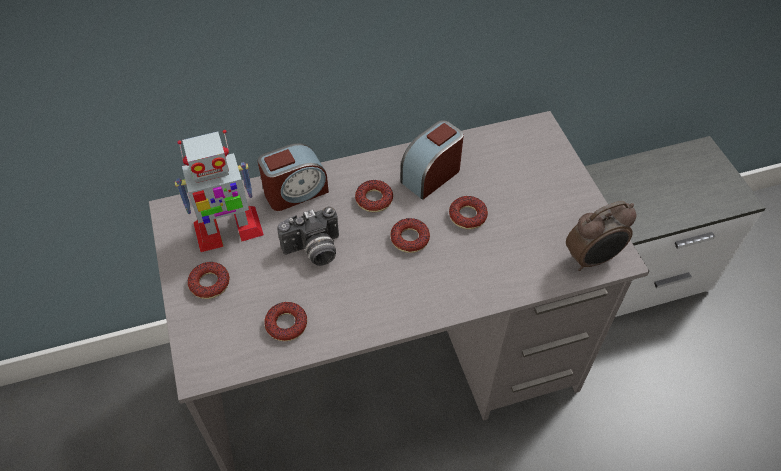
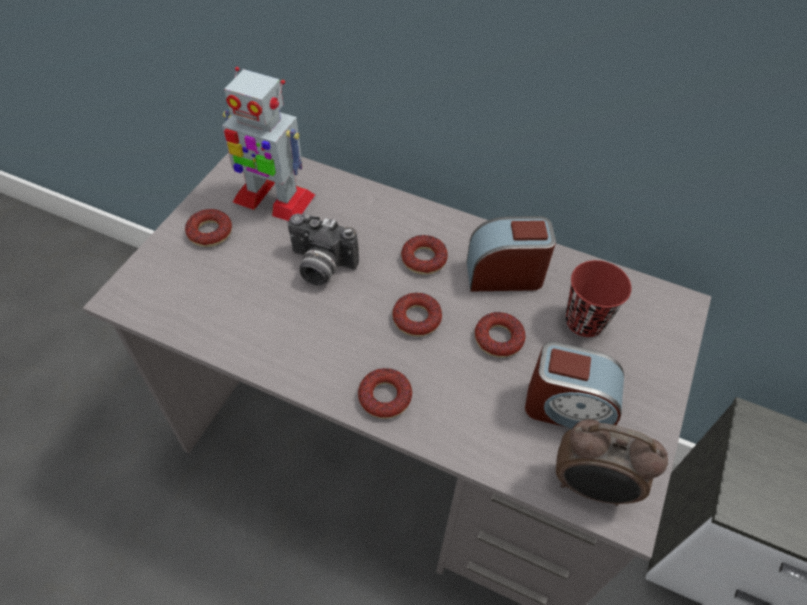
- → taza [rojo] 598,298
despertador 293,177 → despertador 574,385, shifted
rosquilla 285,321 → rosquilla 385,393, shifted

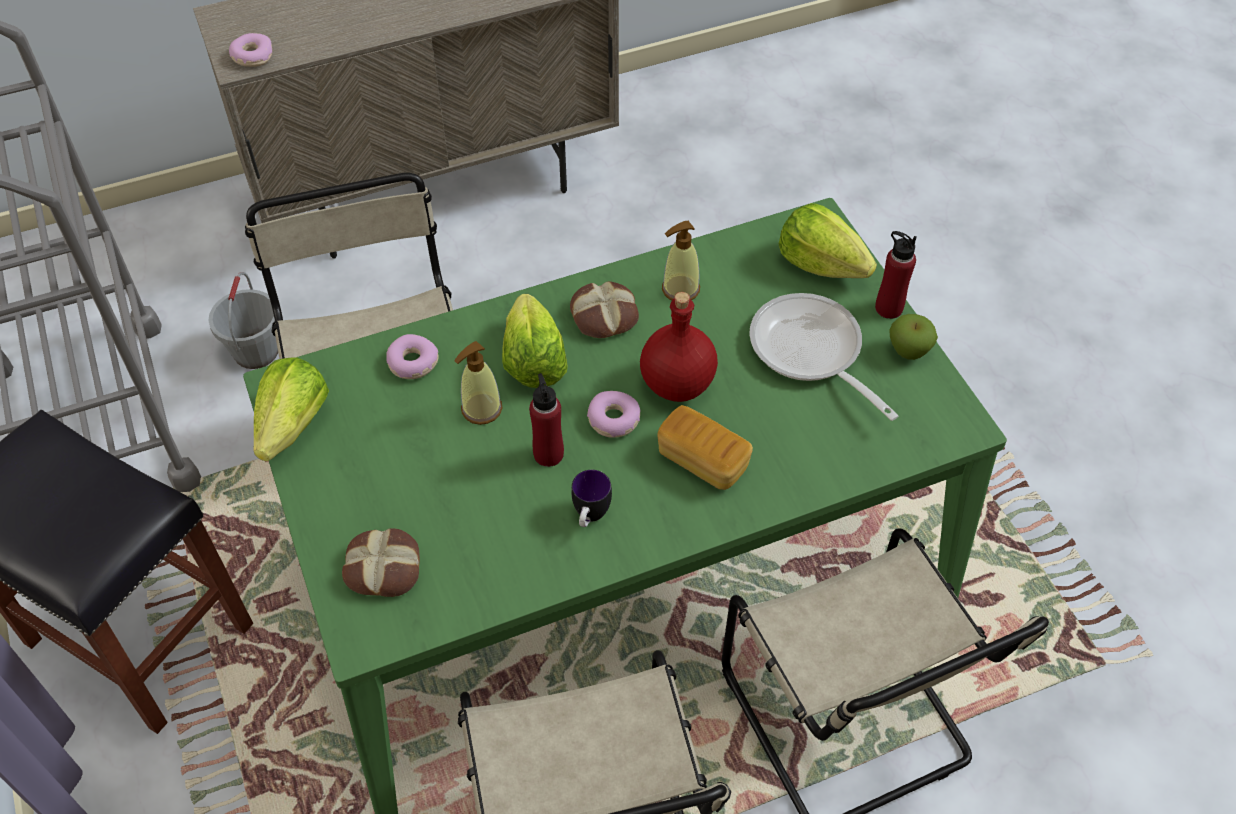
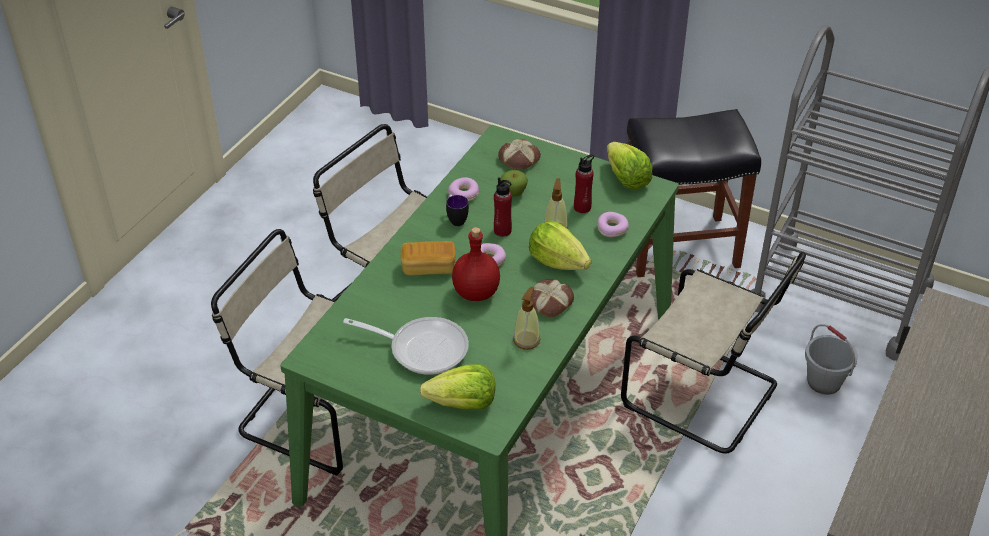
rosquilla 250,50 → rosquilla 463,189, shifted
botella [rojo] 896,275 → botella [rojo] 584,183, shifted
manzana 913,337 → manzana 514,183, shifted

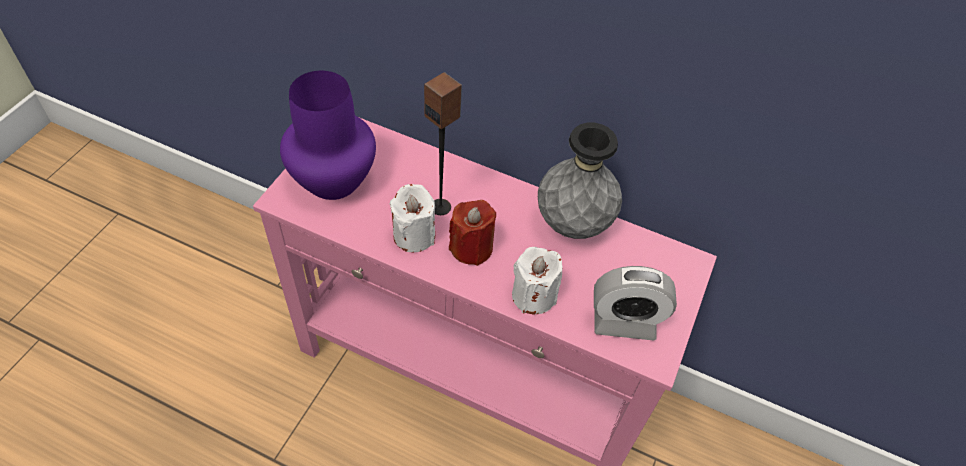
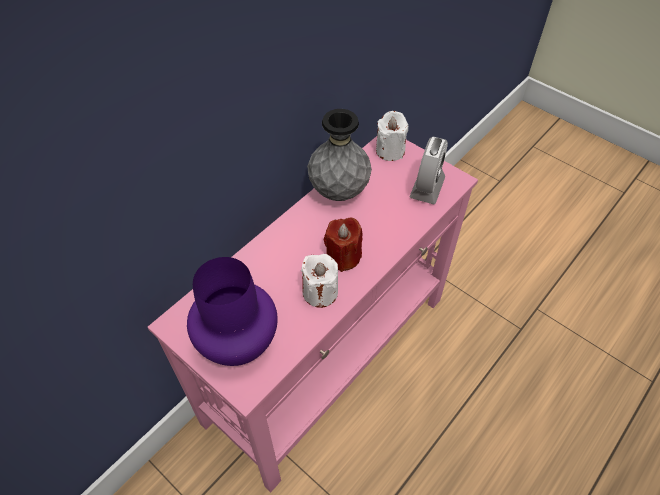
altavoz 443,143 → -
vela [blanco] 537,280 → vela [blanco] 392,136, shifted

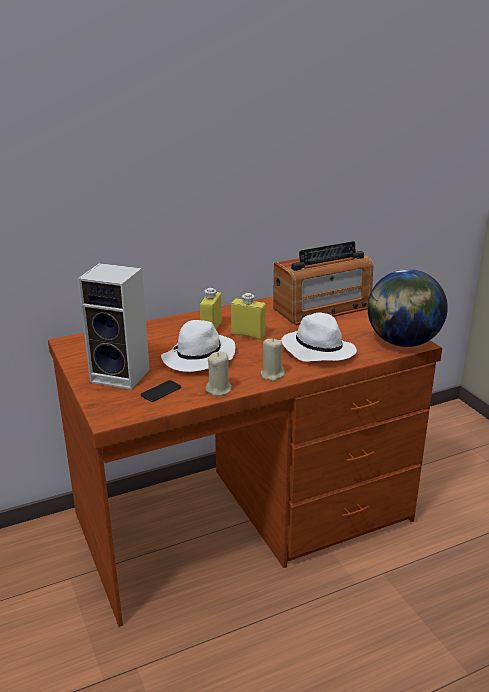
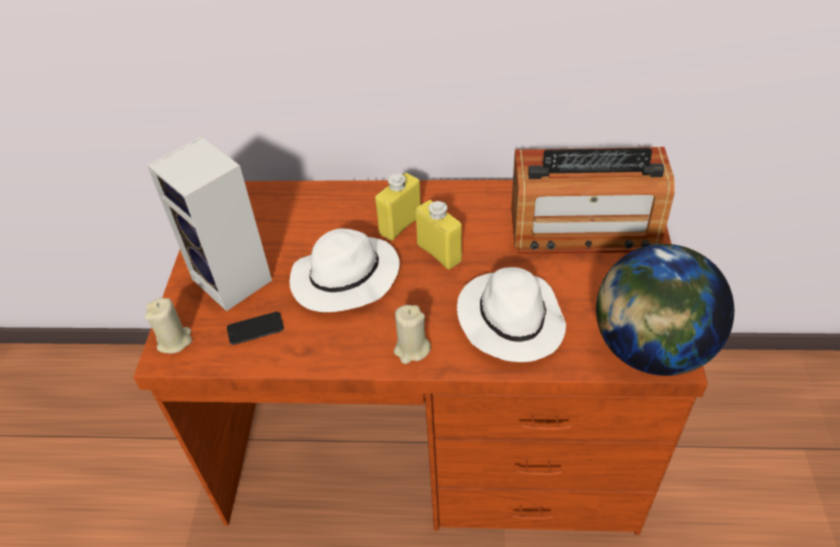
vela [beis] 219,373 → vela [beis] 168,326, shifted

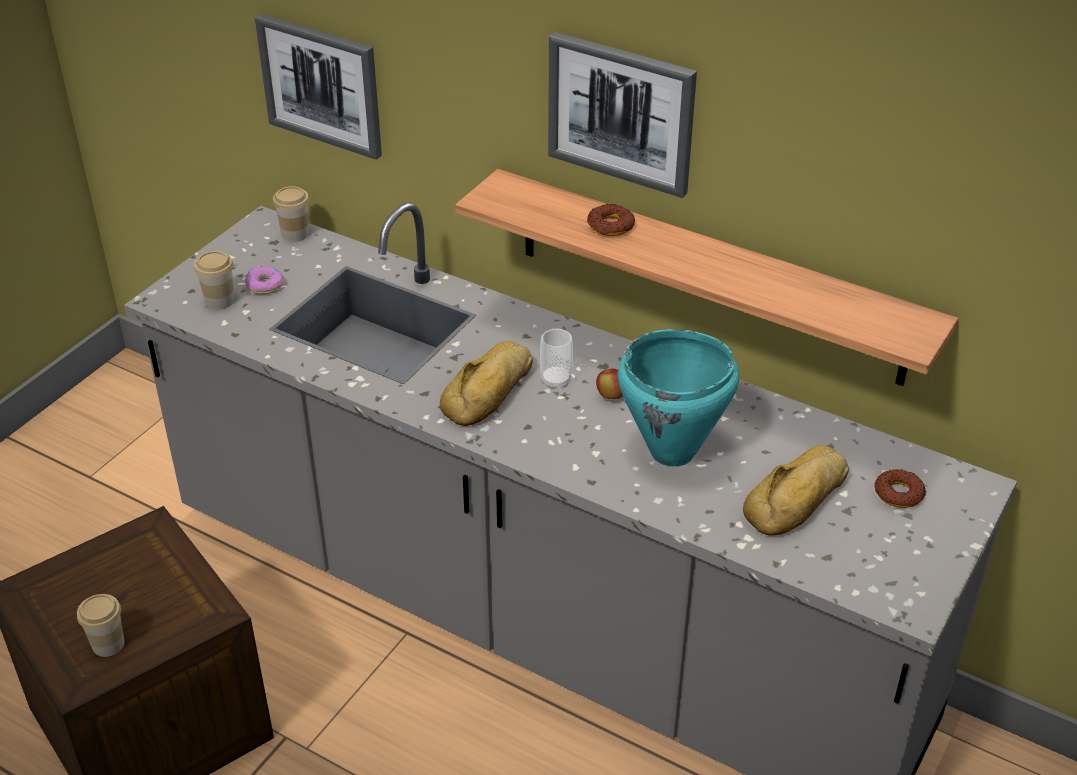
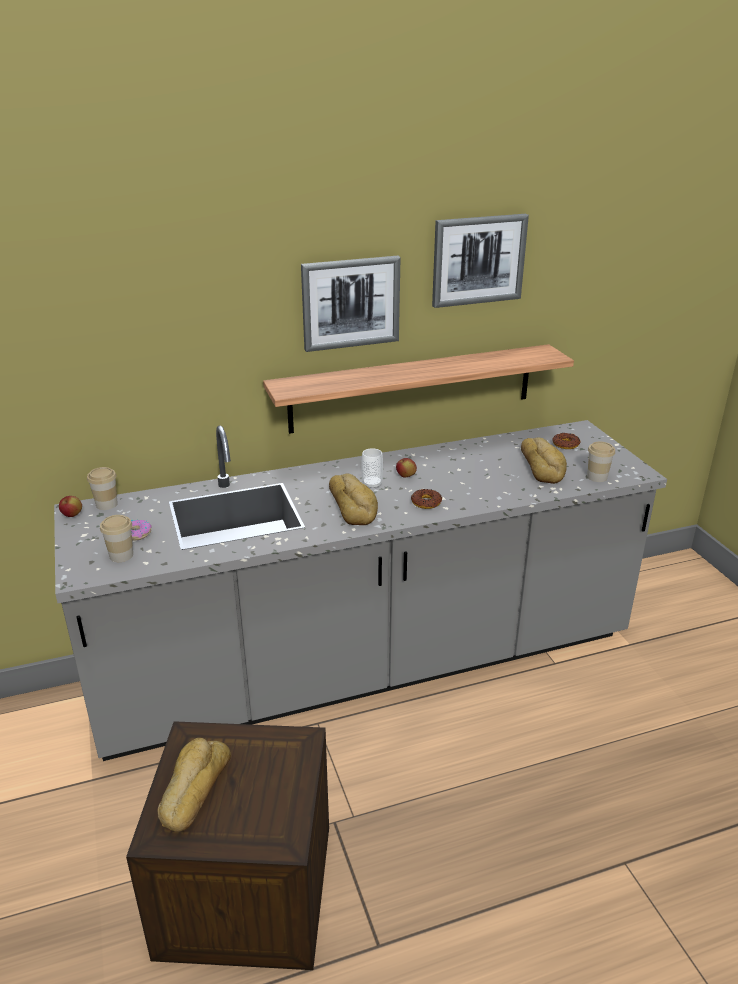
olla [turquesa] 678,398 → -
- → manzana 70,506
- → pan 194,785
taza 101,625 → taza 601,462, shifted
cuadro 318,87 → cuadro 480,261, shifted
rosquilla 611,220 → rosquilla 426,499, shifted

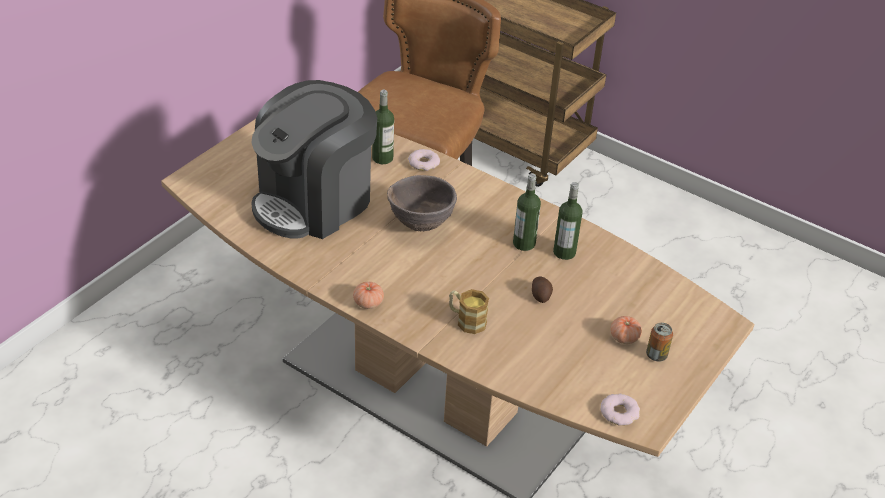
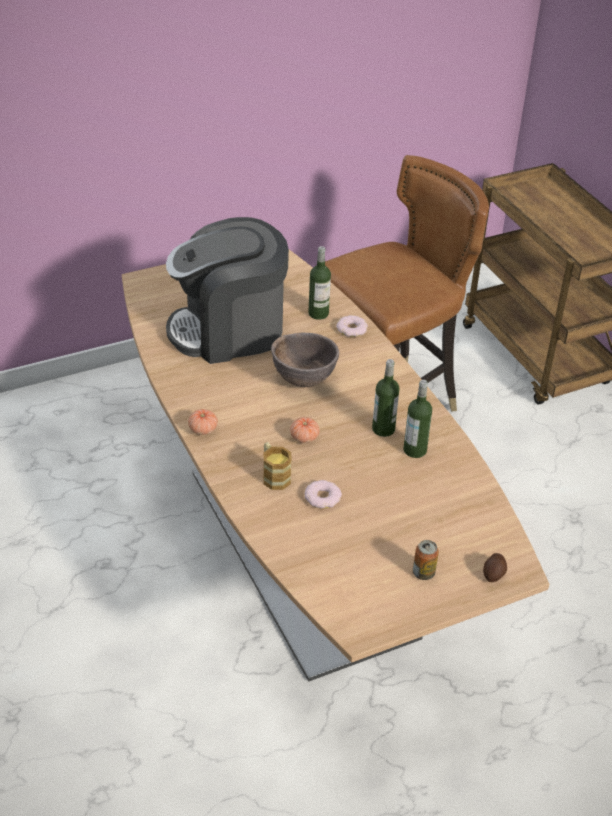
patata 542,290 → patata 495,567, shifted
rosquilla 620,410 → rosquilla 323,494, shifted
tomate 626,330 → tomate 305,430, shifted

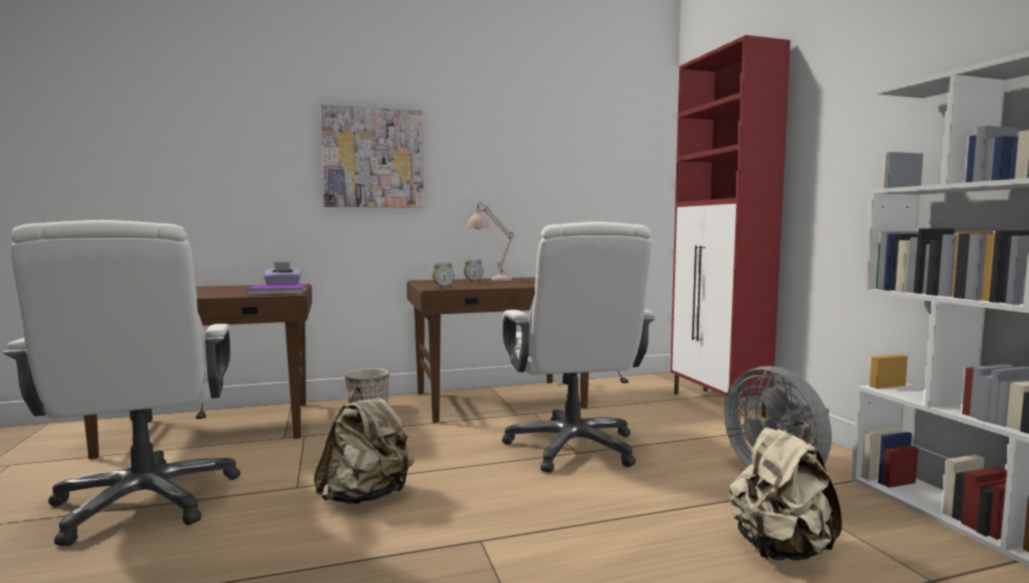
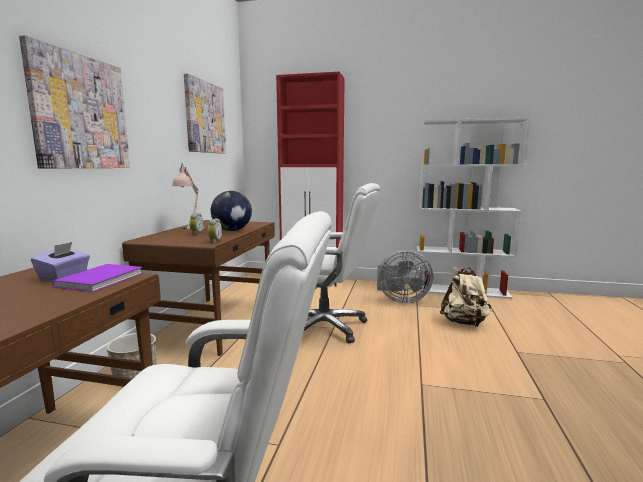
mochila [beis] 364,445 → -
- → cuadro 205,113
- → globo terráqueo 231,211

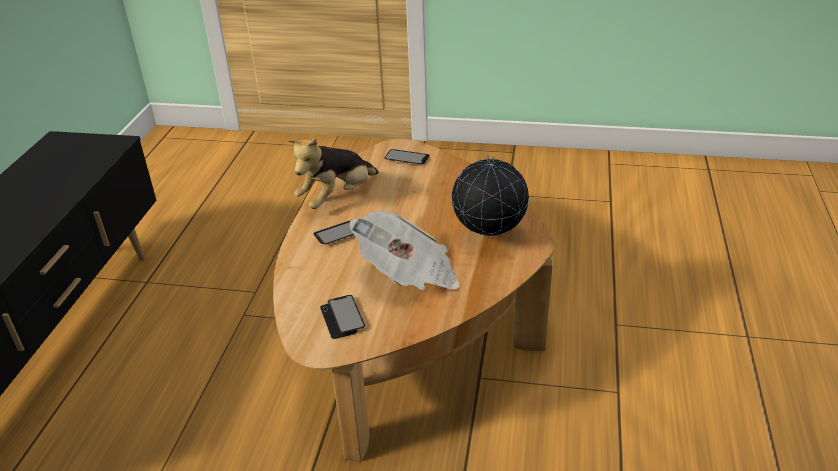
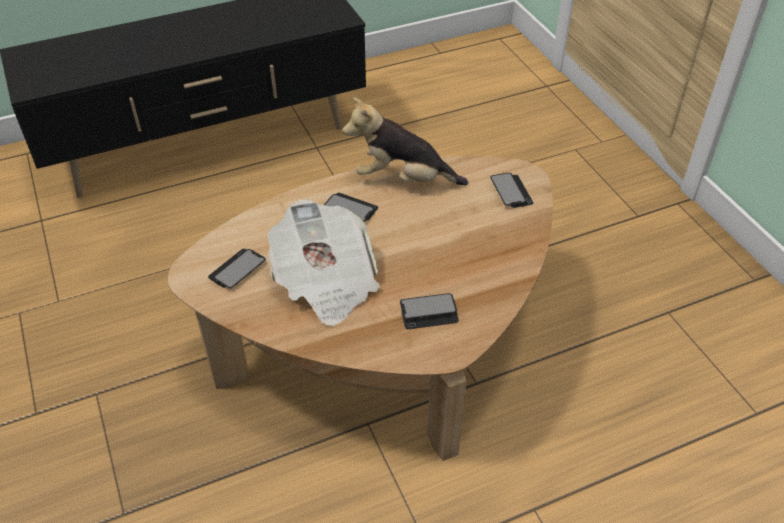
globo terráqueo 490,197 → móvil 429,311

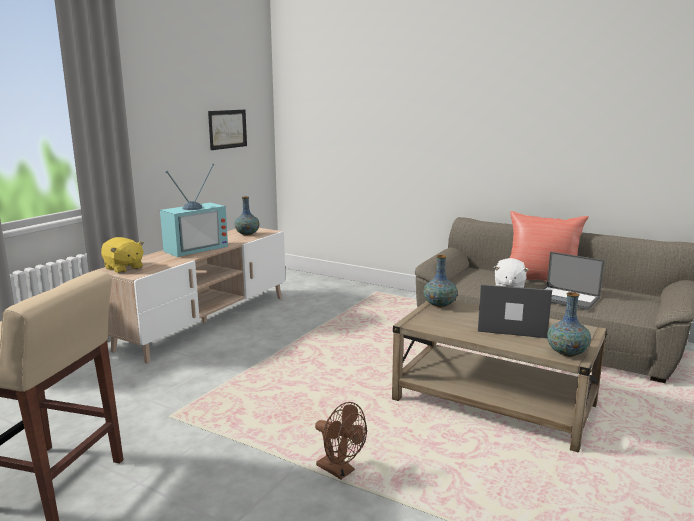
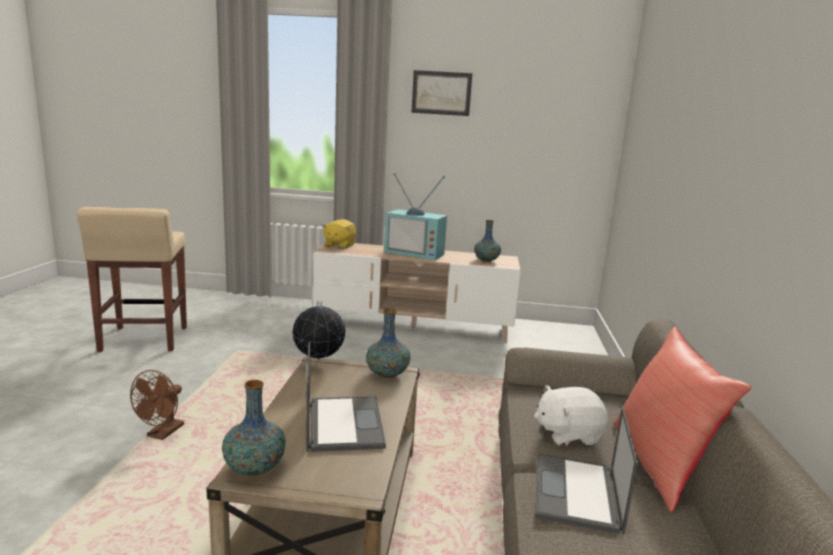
- → globo terráqueo 318,332
cuadro 227,130 → cuadro 441,93, shifted

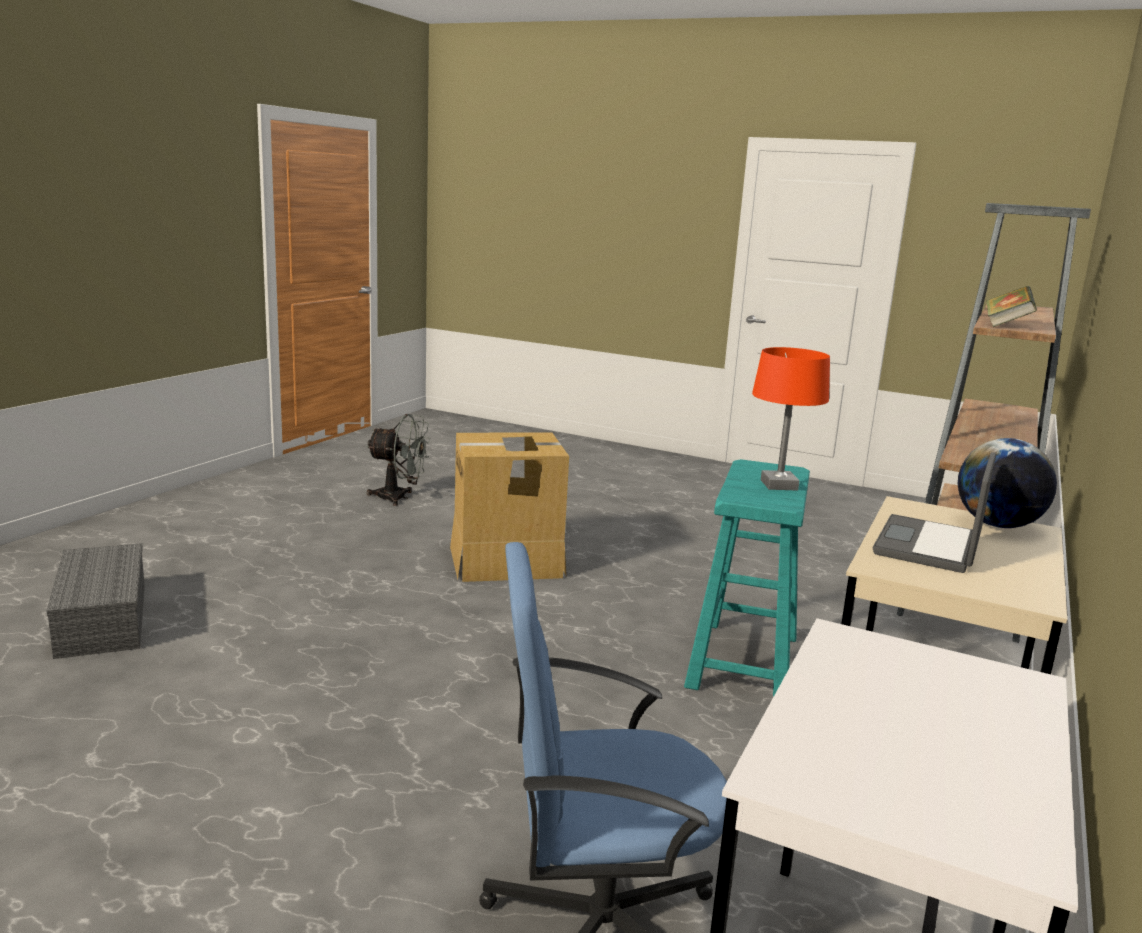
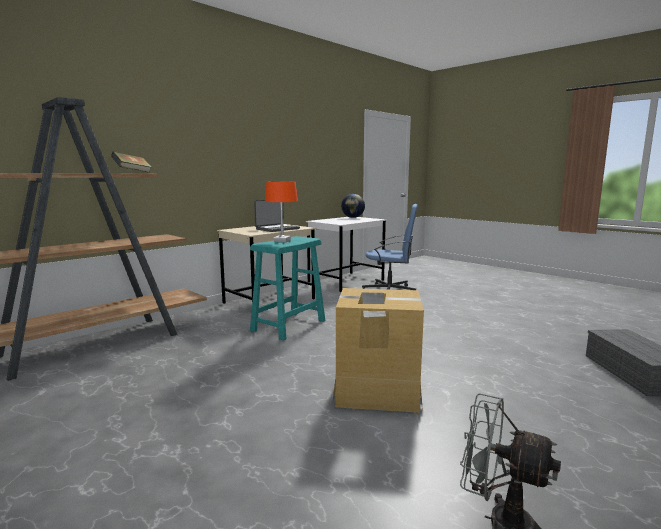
globo terráqueo 1007,483 → globo terráqueo 353,206, shifted

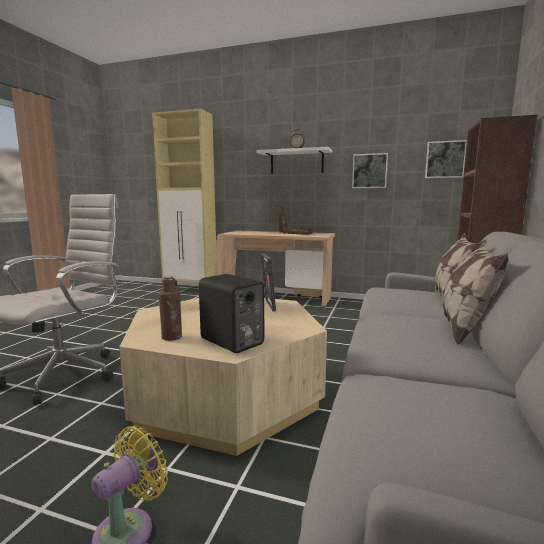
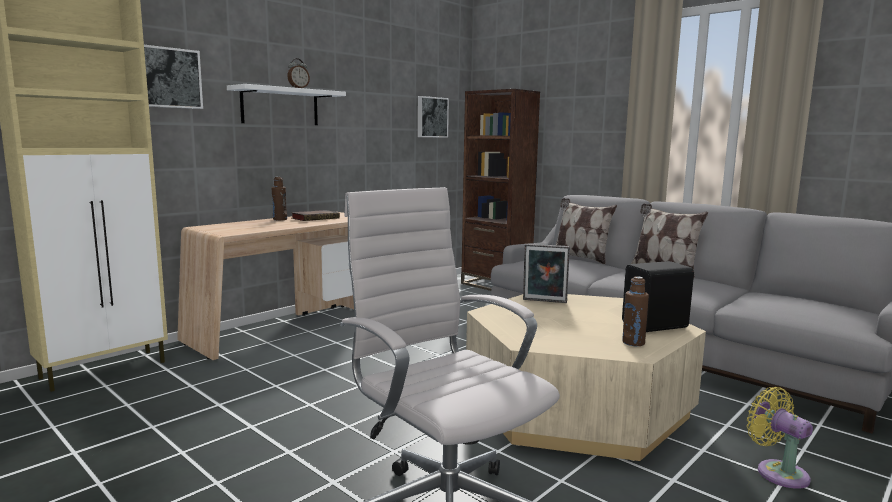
cuadro 370,170 → cuadro 173,77, shifted

